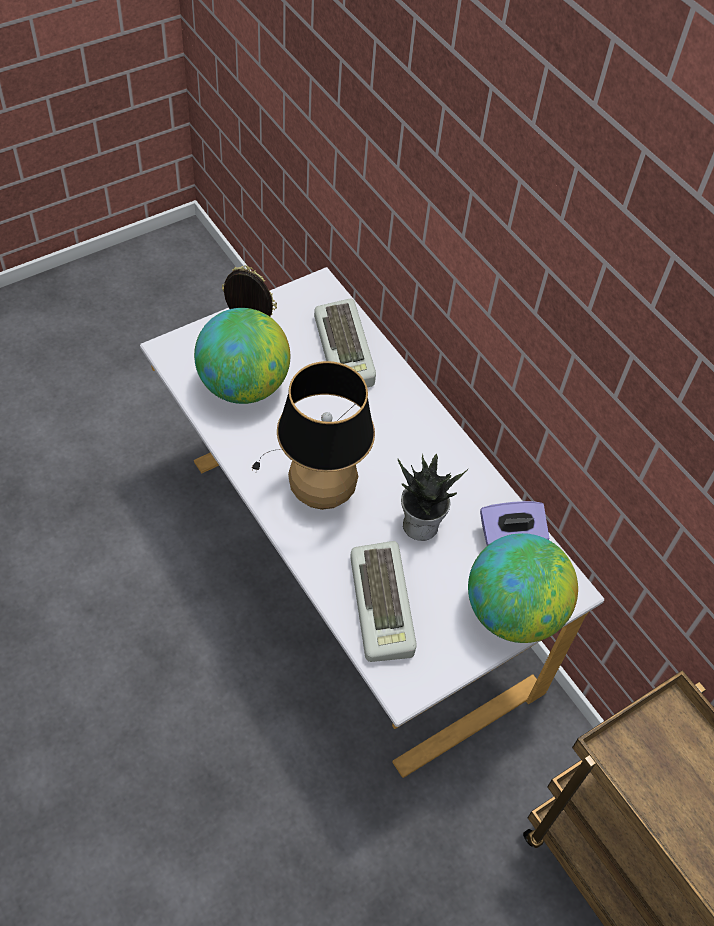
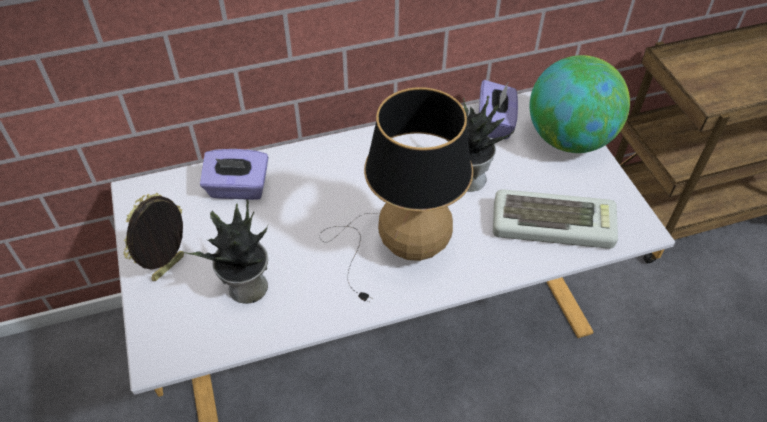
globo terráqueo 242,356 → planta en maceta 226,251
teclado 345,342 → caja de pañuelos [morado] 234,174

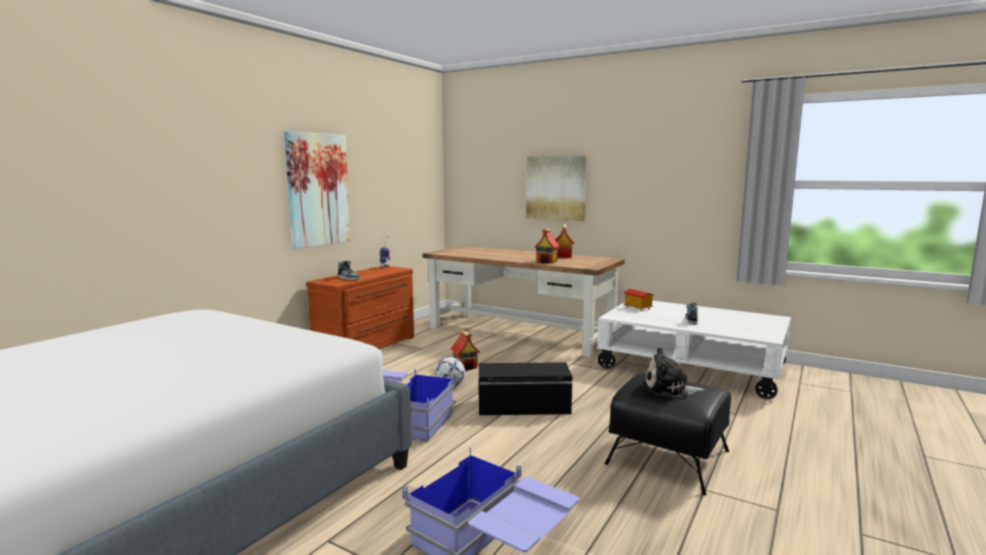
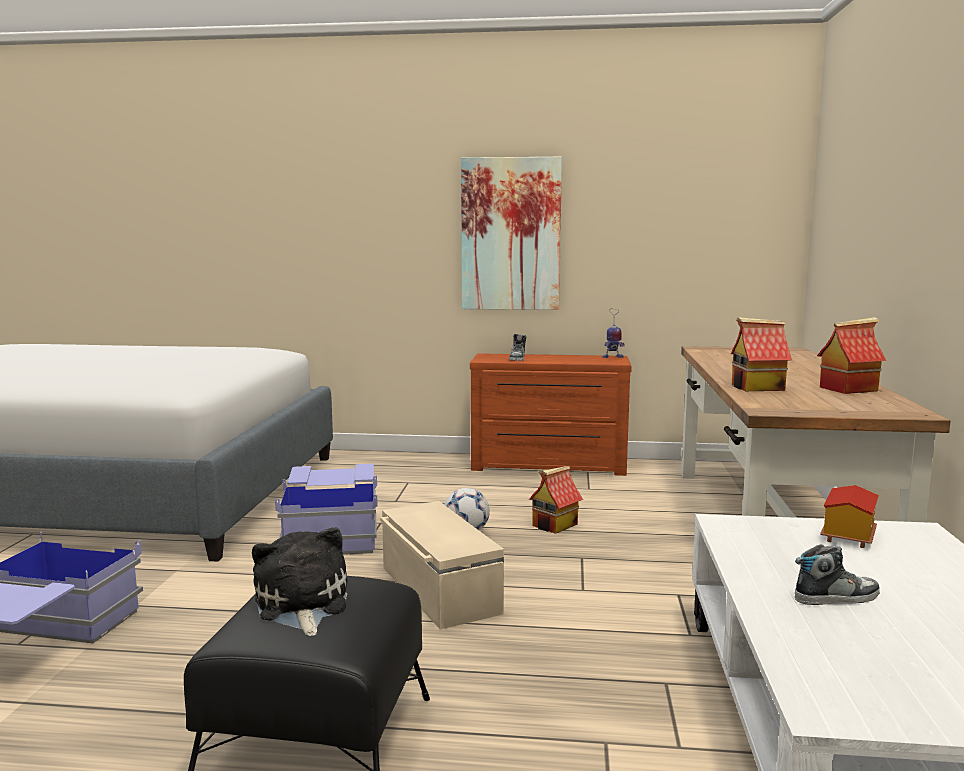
cuadro 556,188 → -
caja de almacenaje [negro] 525,388 → caja de almacenaje [beis] 442,565

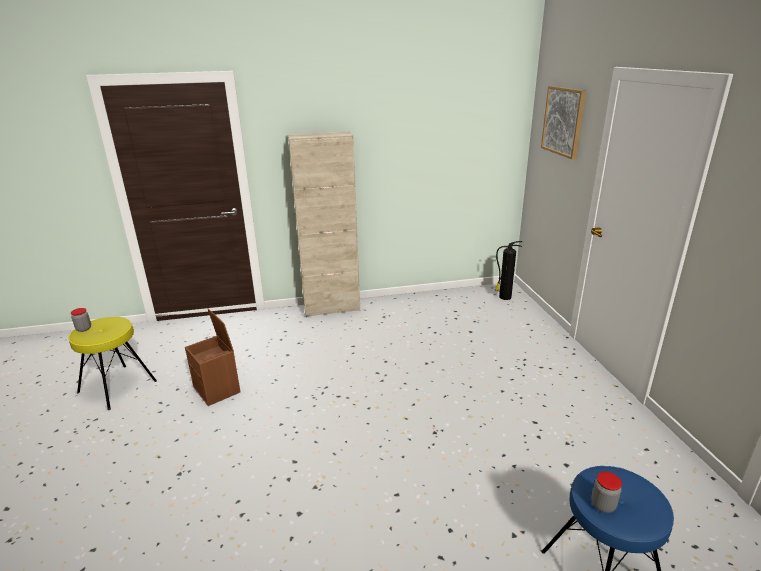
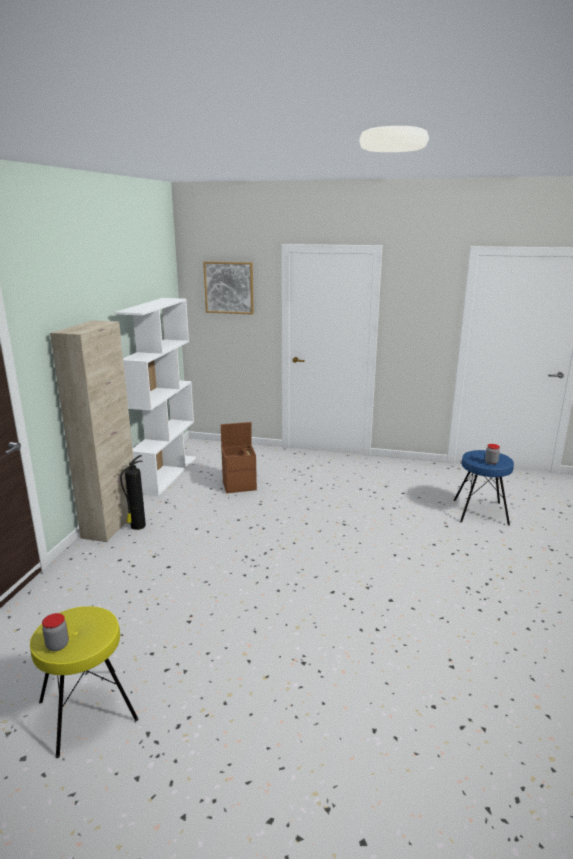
- → estantería [blanco] 155,397
caja de almacenaje [marrón] 212,357 → caja de almacenaje [marrón] 239,457, shifted
extintor 508,270 → extintor 133,492, shifted

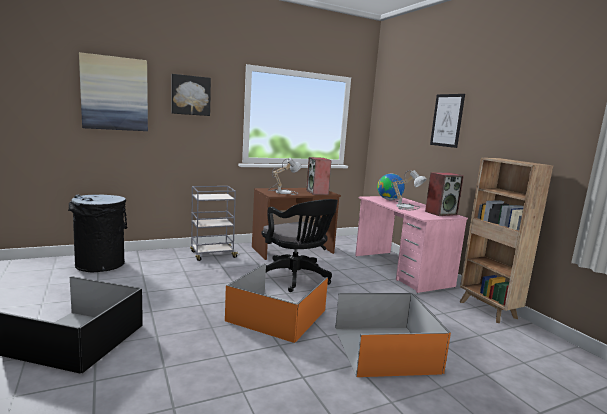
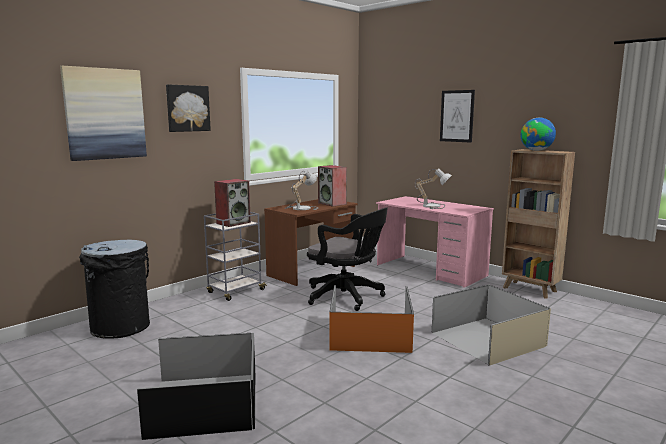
globo terráqueo 391,187 → globo terráqueo 538,134, shifted
altavoz 444,194 → altavoz 232,203, shifted
caja de almacenaje [naranja] 393,335 → caja de almacenaje [beis] 491,325

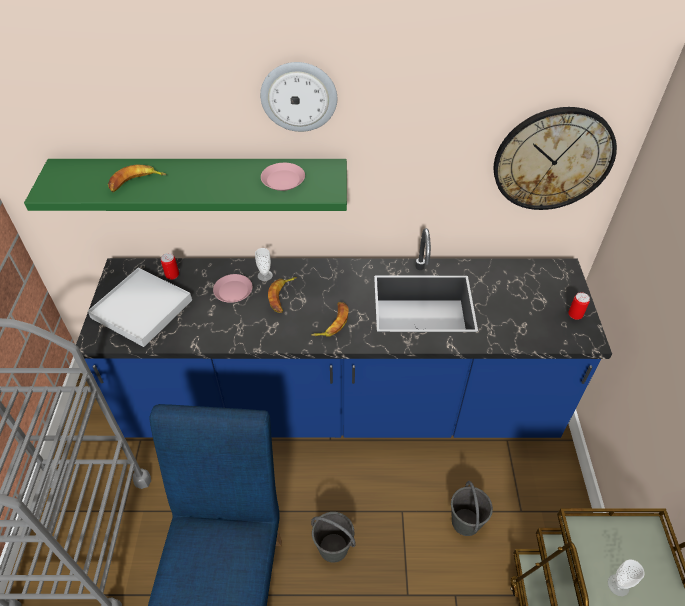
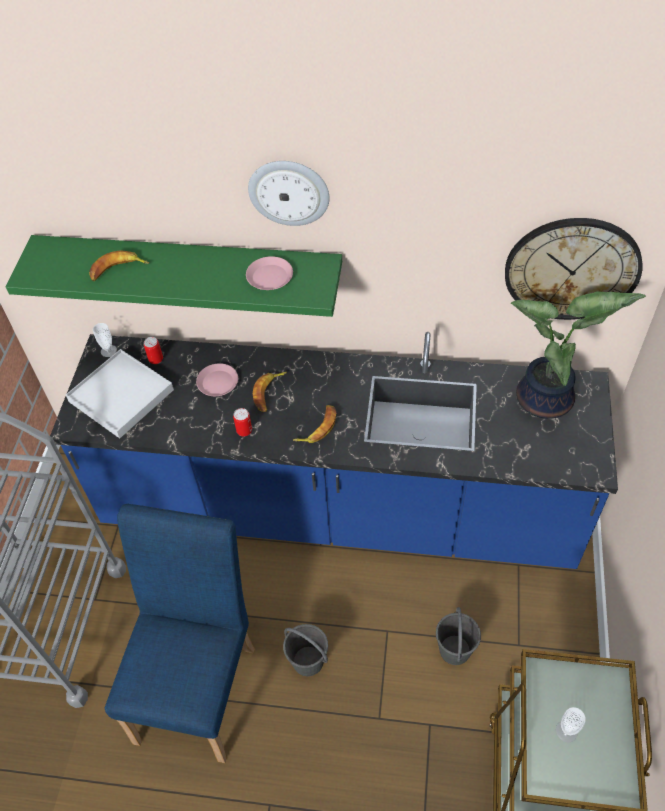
- → planta en maceta 578,355
taza 264,264 → taza 105,340, shifted
lata 579,306 → lata 242,422, shifted

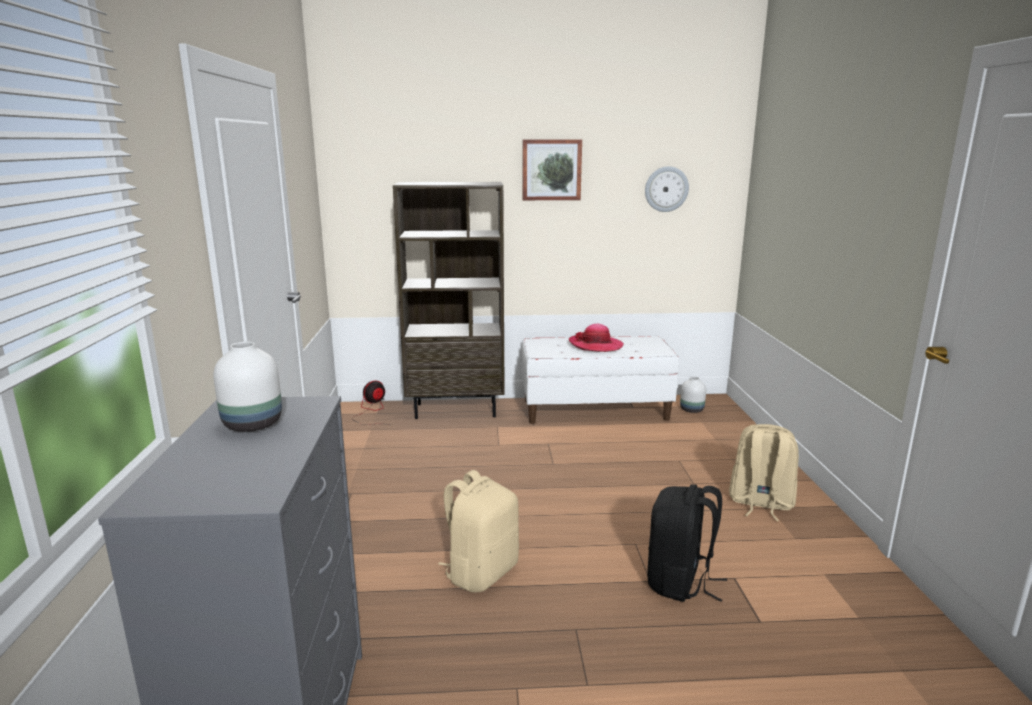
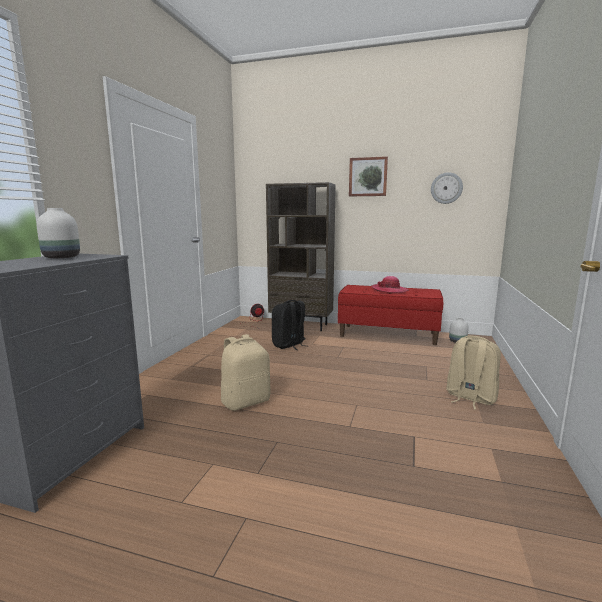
mochila [negro] 687,543 → mochila [negro] 289,325, shifted
banco [blanco] 600,380 → banco [rojo] 390,315

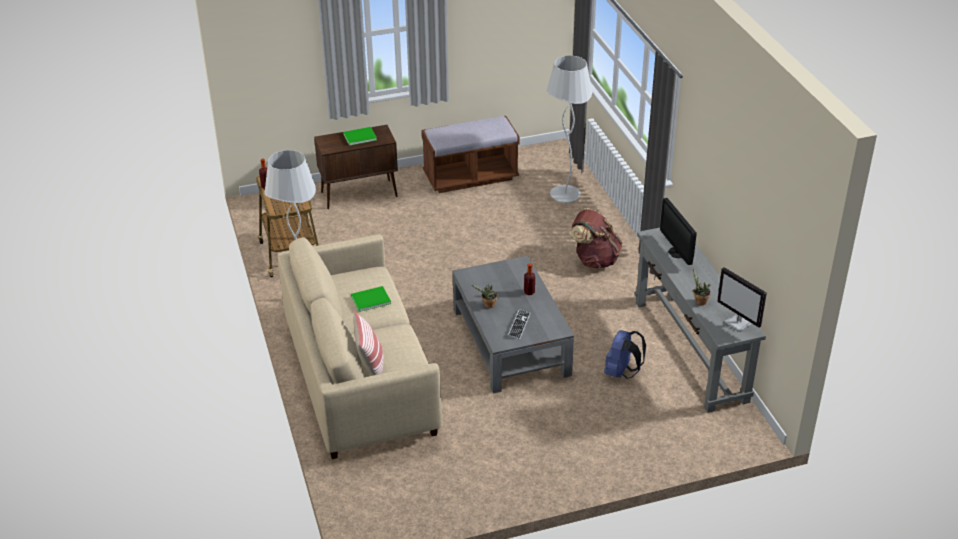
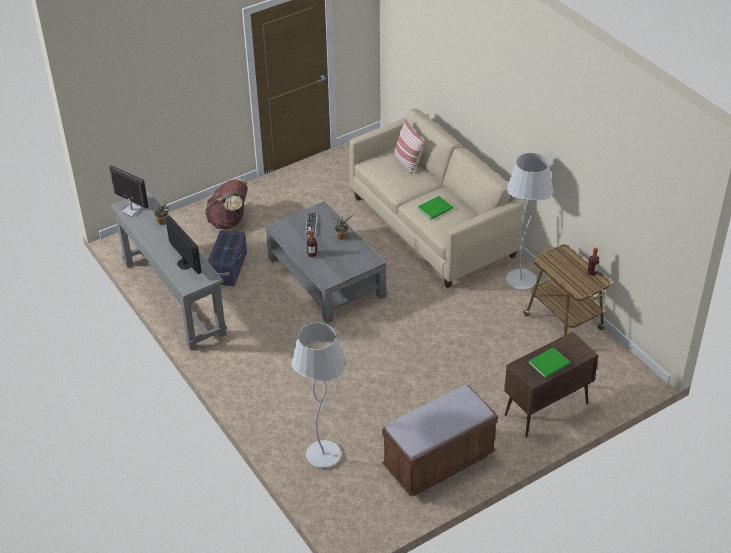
mochila [marrón] 596,238 → mochila [marrón] 226,204, shifted
mochila [azul] 625,354 → caja de almacenaje [morado] 227,258

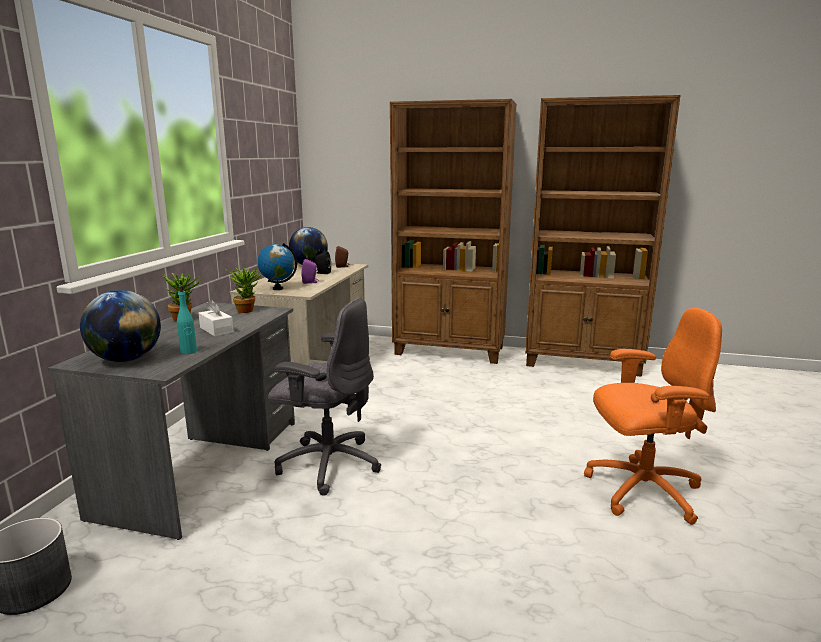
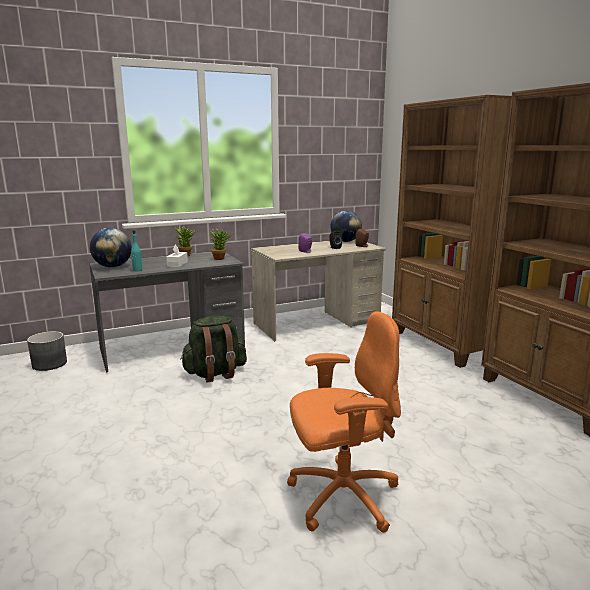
globo terráqueo 277,266 → -
silla de oficina [gris] 324,396 → mochila [verde] 213,349
silla de oficina [naranja] 653,416 → silla de oficina [naranja] 344,422, 60 degrees counterclockwise

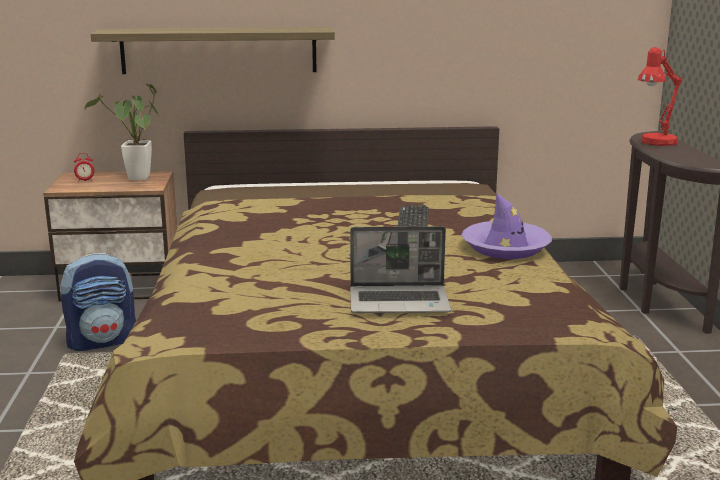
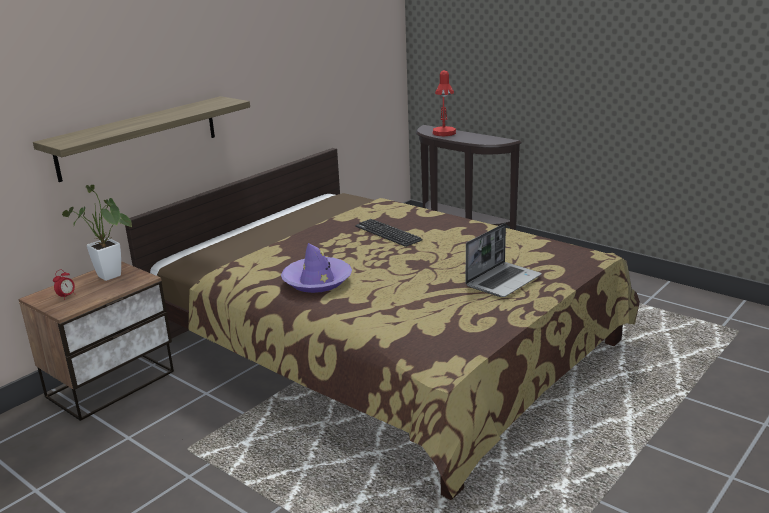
mochila 98,302 → -
sombrero [morado] 507,226 → sombrero [morado] 316,268, shifted

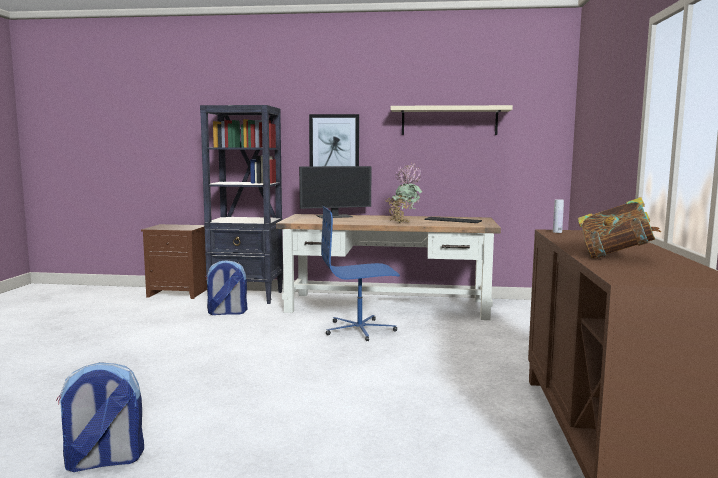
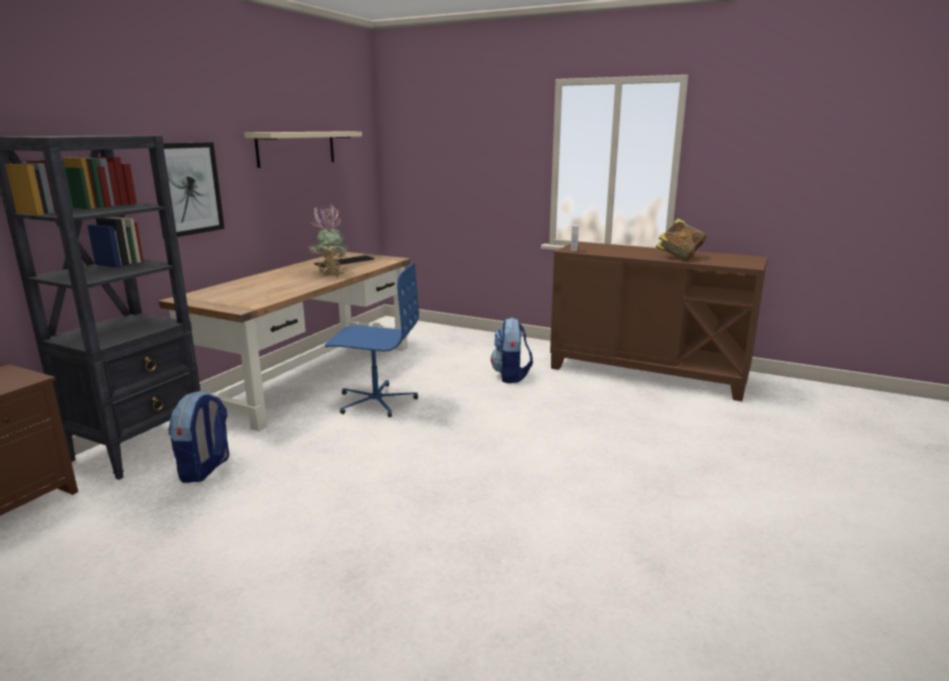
monitor 335,192 → -
mochila 100,417 → mochila 512,350, shifted
silla de oficina [azul] 360,273 → silla de oficina [azul] 372,339, 90 degrees counterclockwise

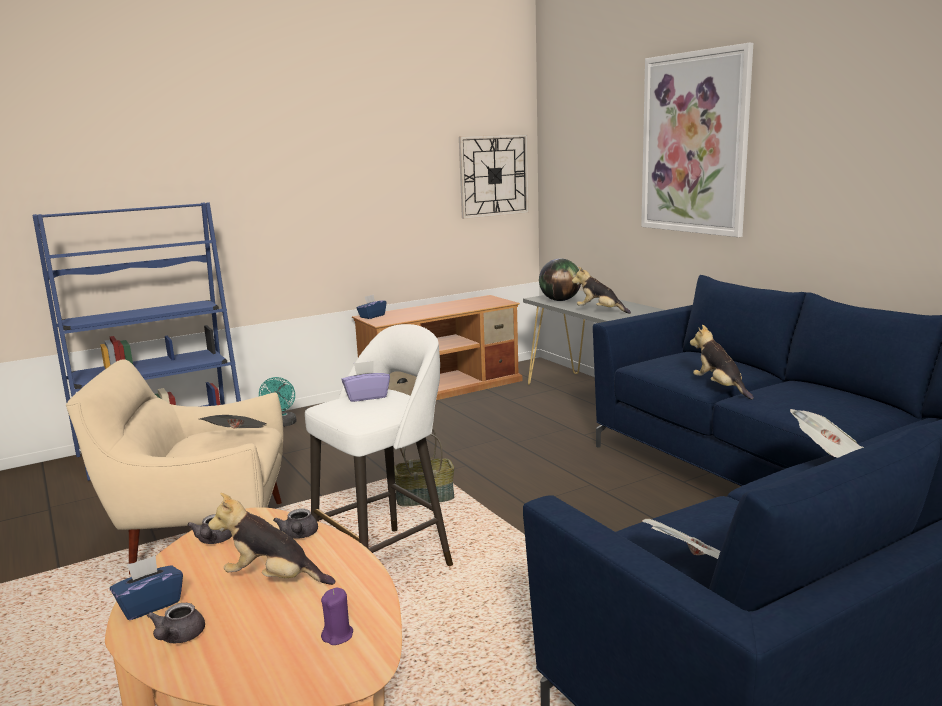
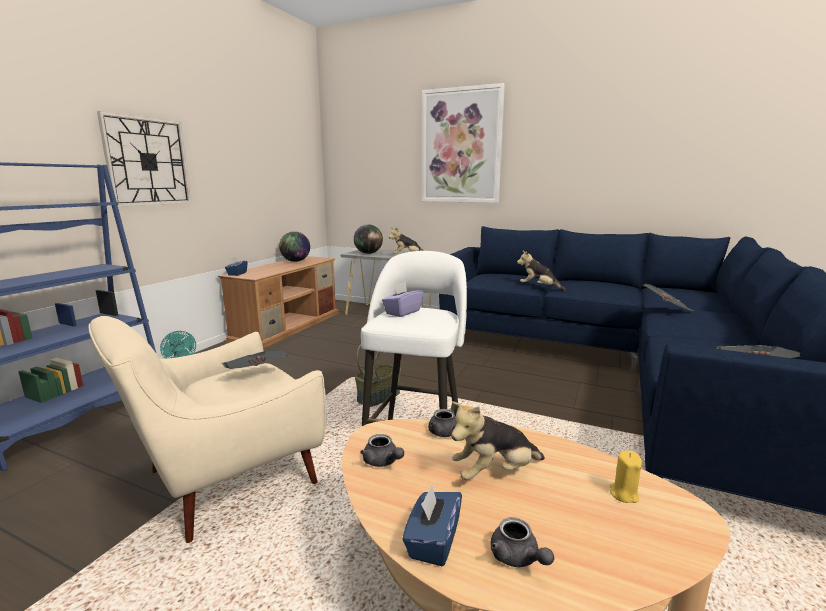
- → globo terráqueo 294,246
reloj de pared 494,176 → reloj de pared 144,159, shifted
vela [morado] 337,616 → vela [amarillo] 626,476

